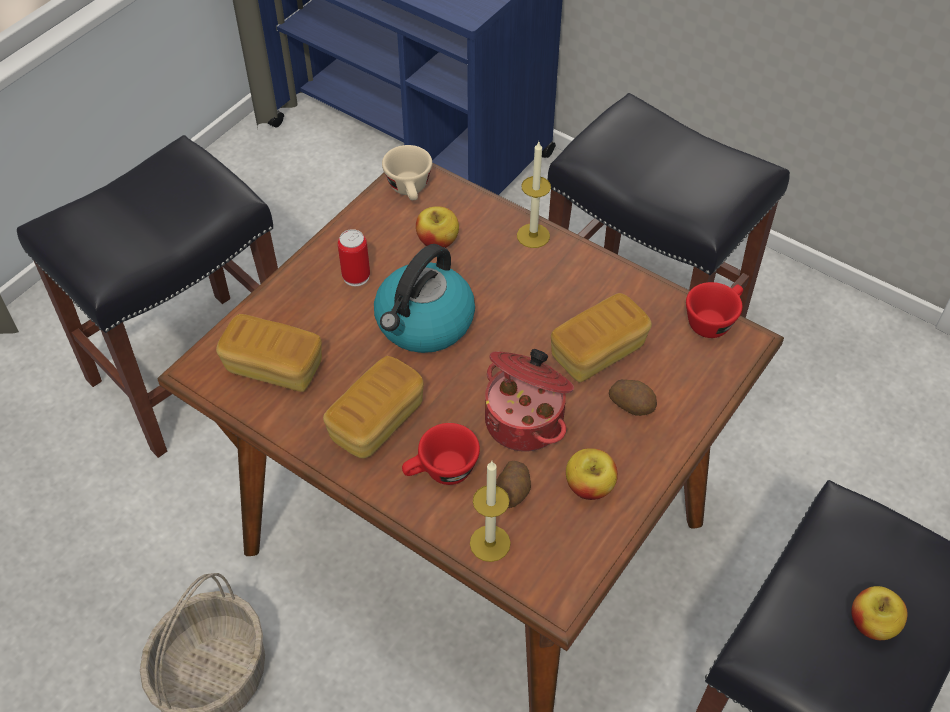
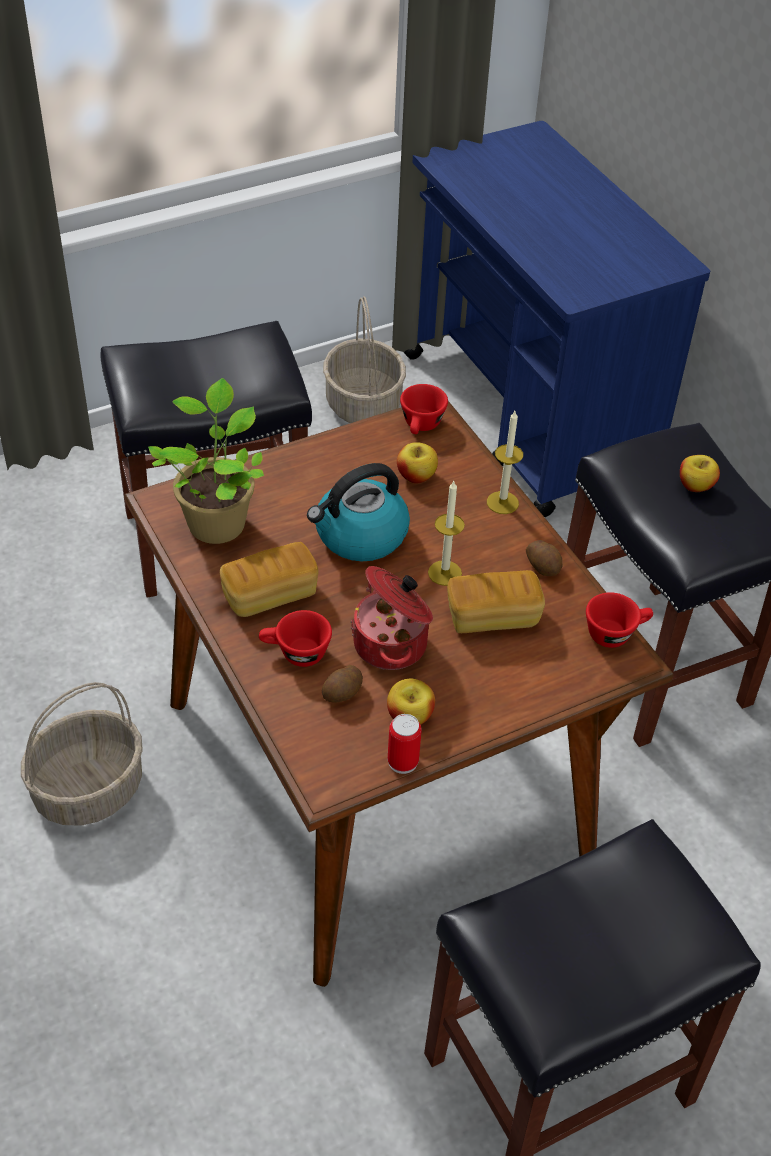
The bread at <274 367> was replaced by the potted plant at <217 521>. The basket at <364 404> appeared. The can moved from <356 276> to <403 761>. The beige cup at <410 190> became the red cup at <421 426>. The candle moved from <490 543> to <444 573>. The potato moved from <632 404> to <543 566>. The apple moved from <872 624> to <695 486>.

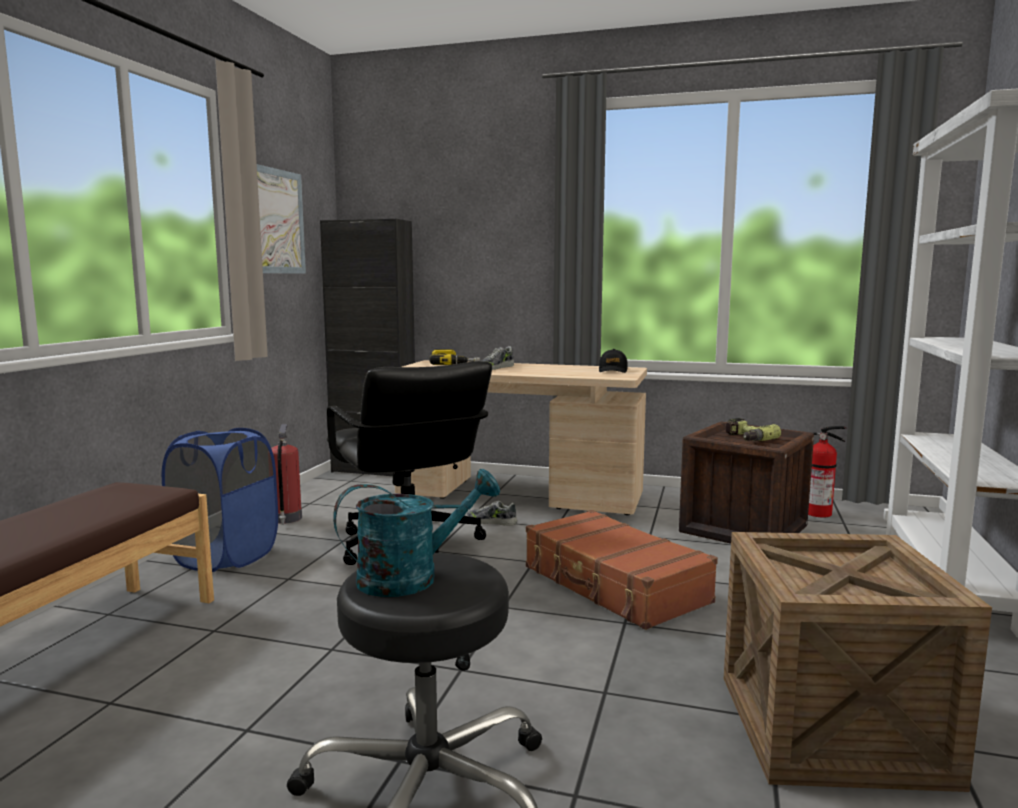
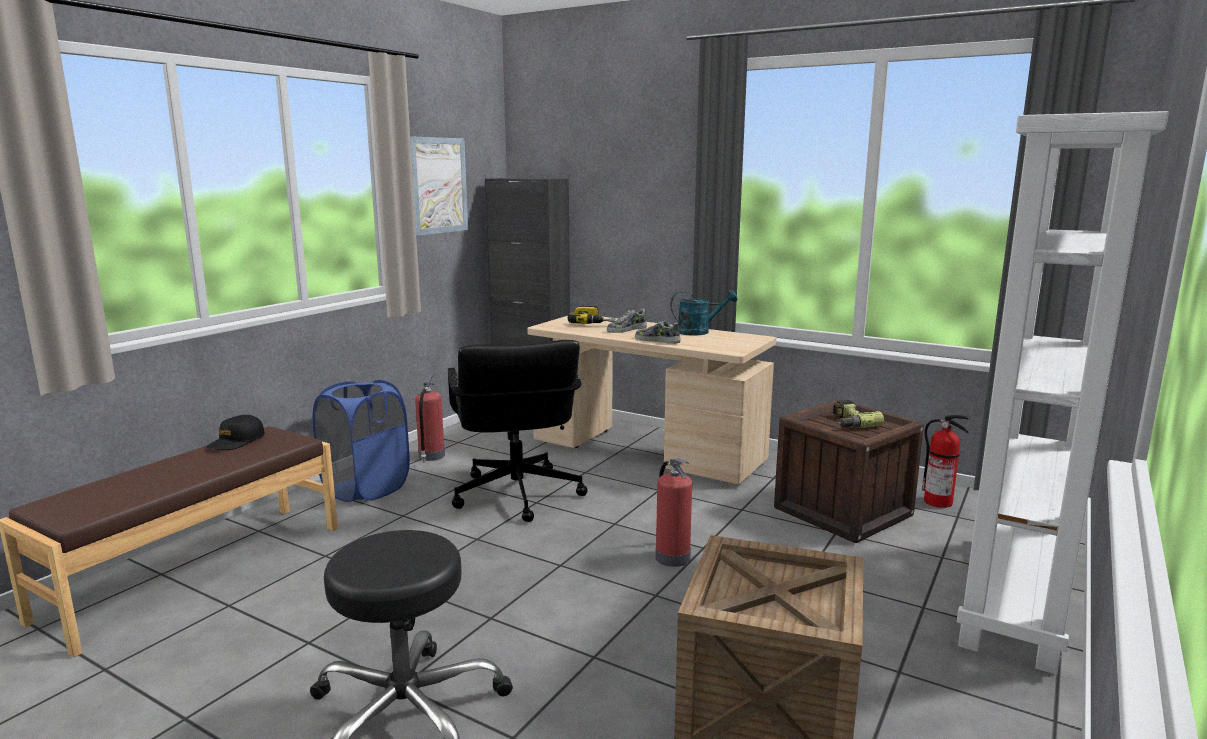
The black cap moved from <613 370> to <236 441>. The shoe moved from <491 522> to <657 340>. The brown suitcase at <614 585> was replaced by the fire extinguisher at <671 557>. The turquoise watering can moved from <412 577> to <699 332>.

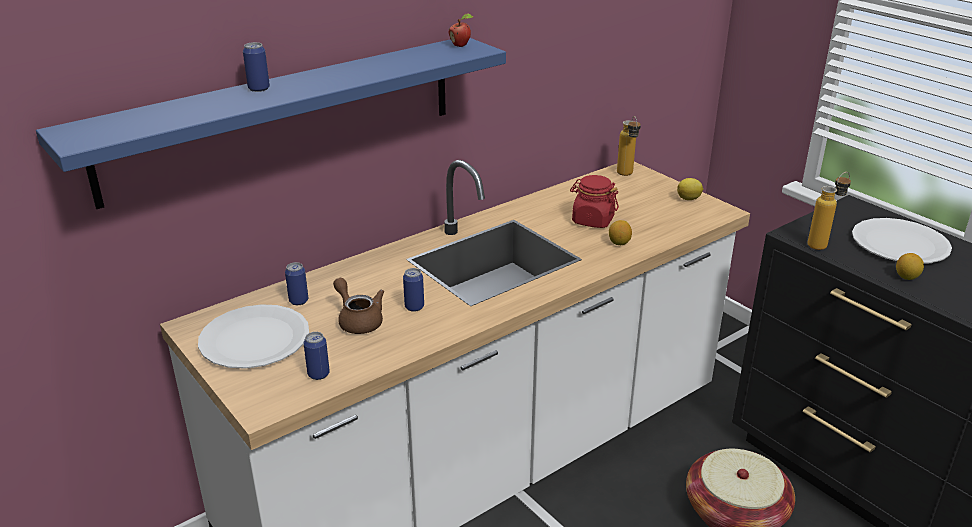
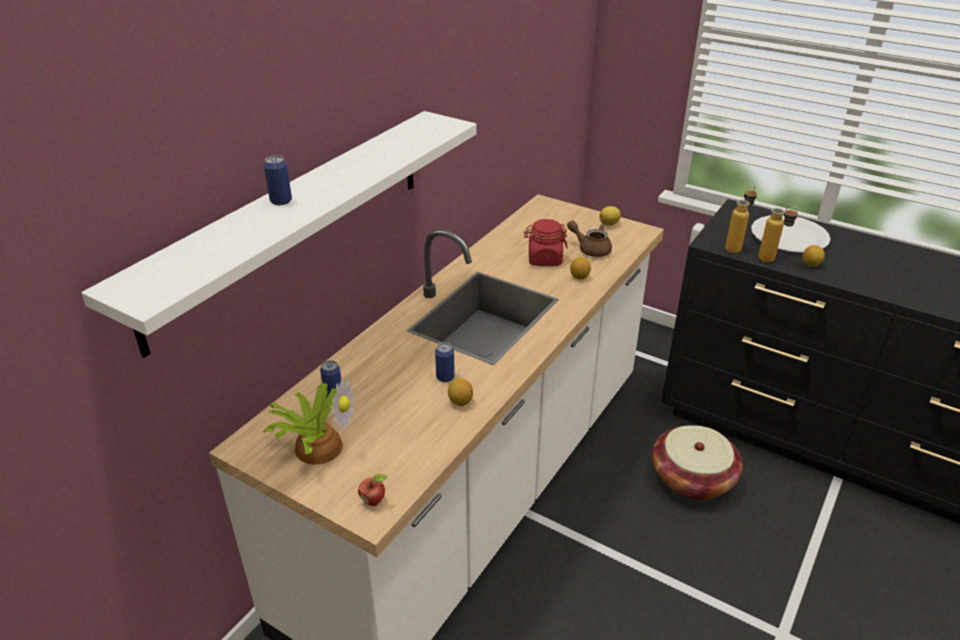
The blue shelf at <284 116> became the white shelf at <293 221>. The white plate at <254 339> was replaced by the potted plant at <317 445>. The apple moved from <461 45> to <374 501>. The lemon at <460 402> appeared. The brown teapot moved from <358 320> to <590 249>. The bottle moved from <626 175> to <771 261>. The can at <318 374> disappeared.

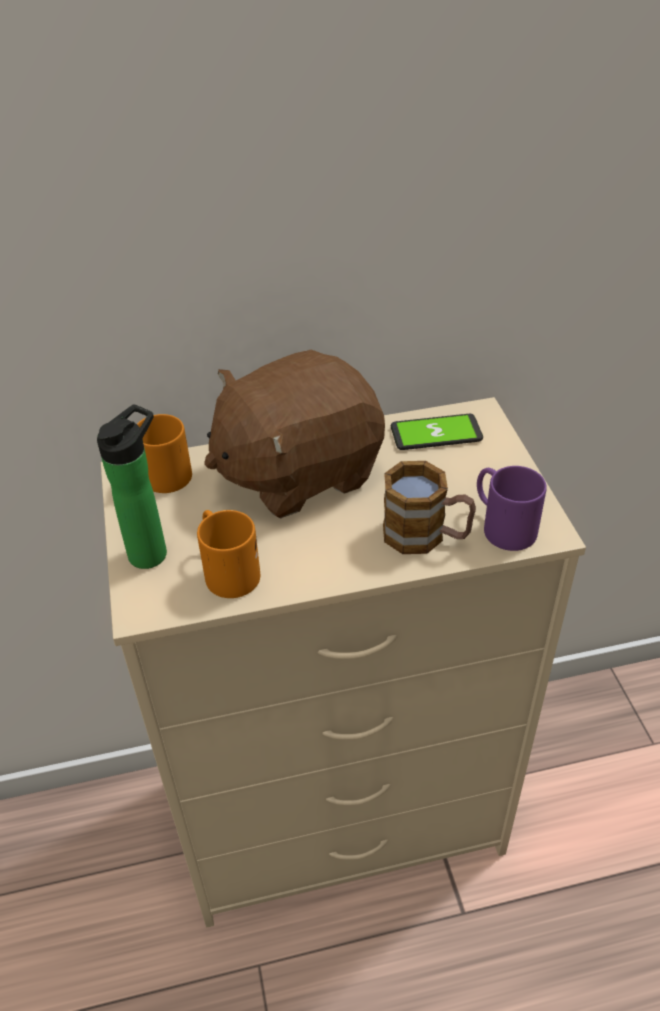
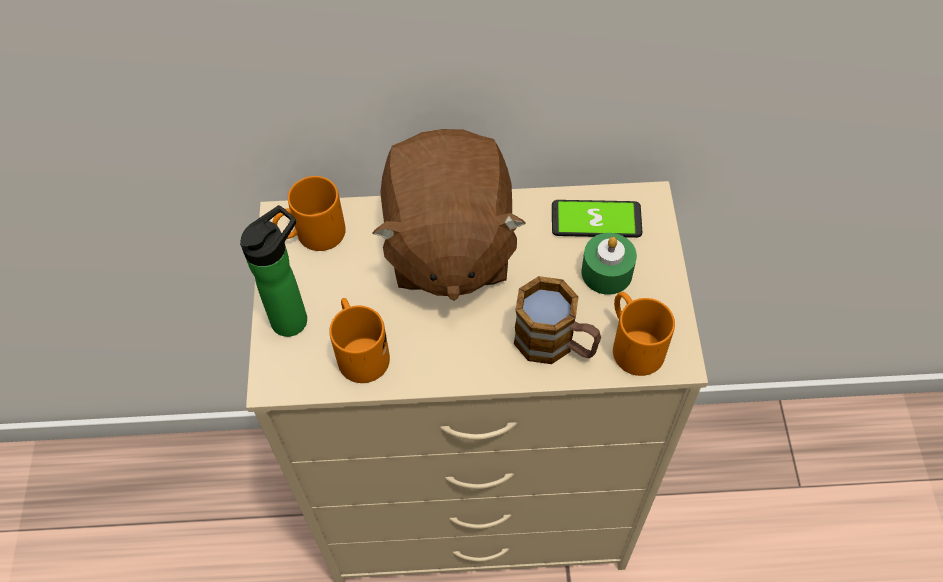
The brown plush toy at <297 472> turned 75 degrees counterclockwise. The green candle at <606 272> appeared. The purple mug at <501 525> became the orange mug at <631 343>.

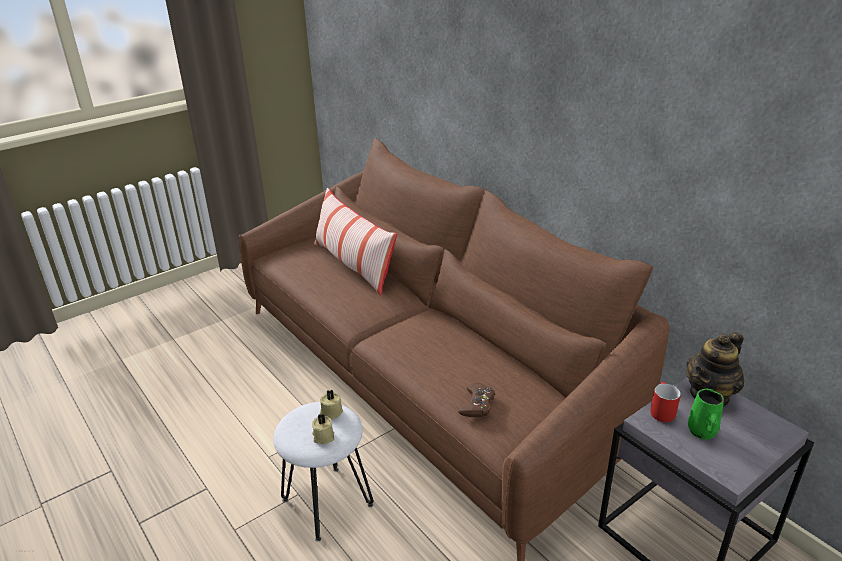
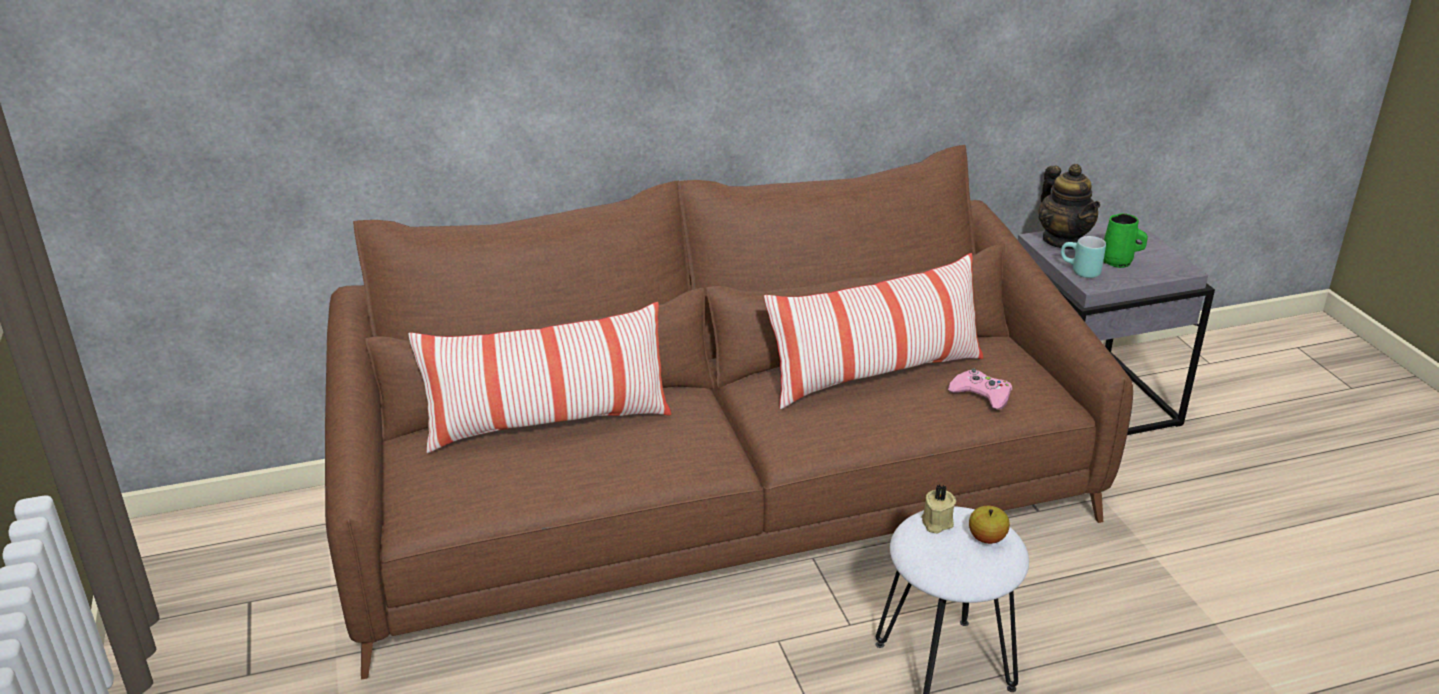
The pillow at <875 374> appeared. The brown game controller at <477 404> became the pink game controller at <981 394>. The beige candle at <323 436> was replaced by the apple at <987 538>. The red mug at <659 411> became the turquoise mug at <1079 272>.

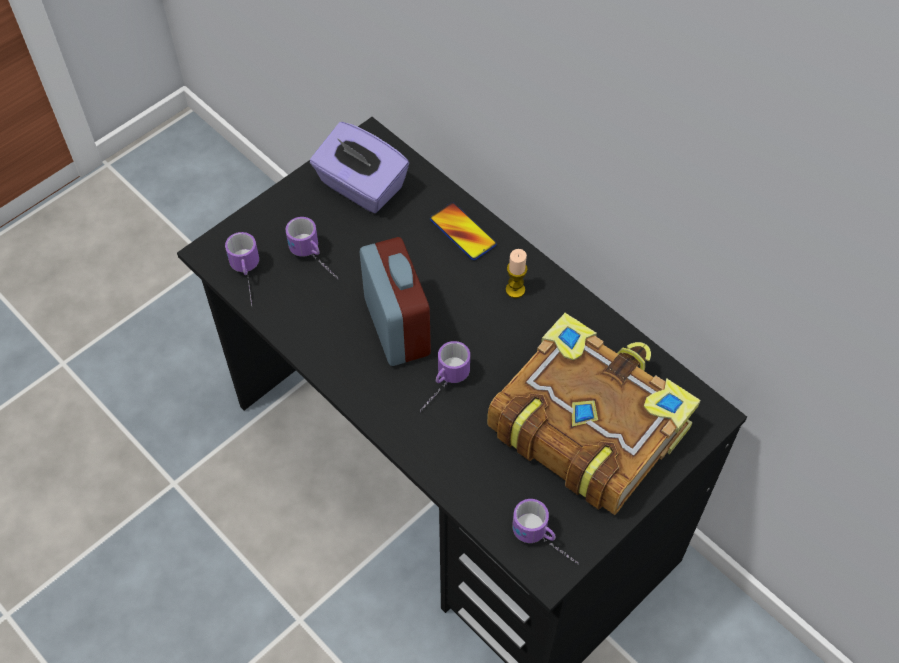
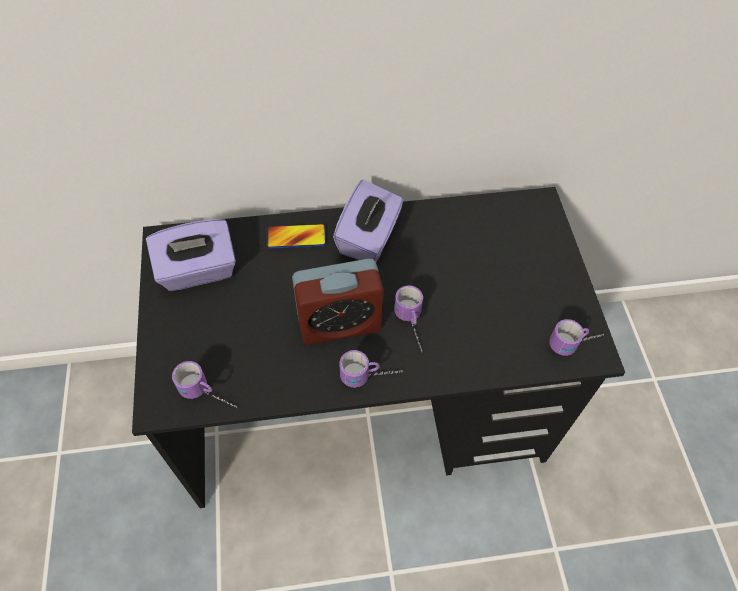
The alarm clock at <397 327> turned 150 degrees clockwise. The candle at <515 290> was replaced by the purple tissue box at <369 238>. The mug moved from <316 261> to <371 377>. The book at <586 425> disappeared.

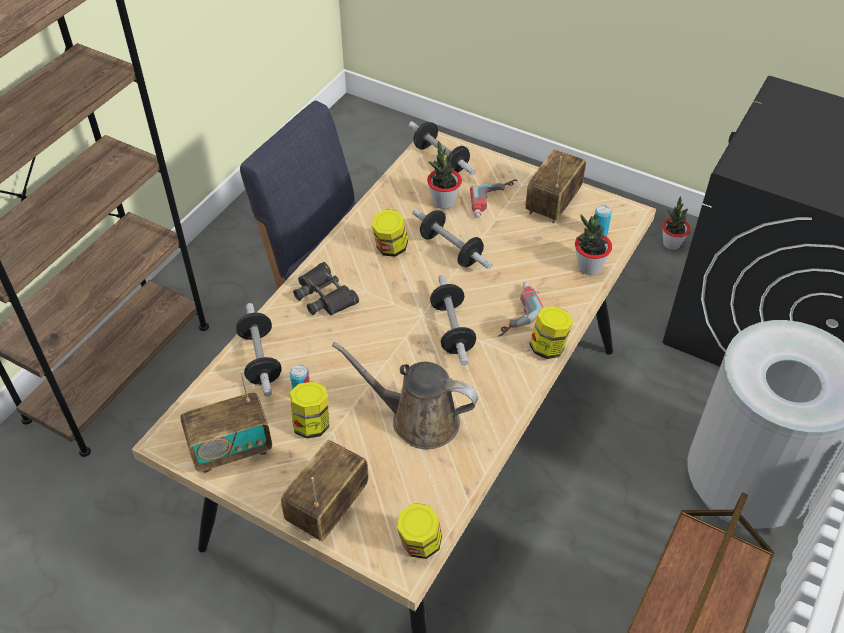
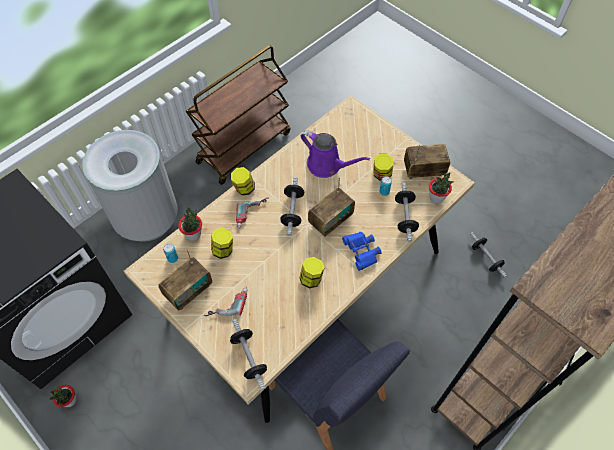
The jar moved from <420 544> to <223 250>. The brown watering can at <418 419> became the purple watering can at <327 165>. The radio moved from <328 507> to <330 220>. The black binoculars at <325 295> became the blue binoculars at <361 251>. The potted plant moved from <443 202> to <436 198>. The dumbbell moved from <451 250> to <485 258>.

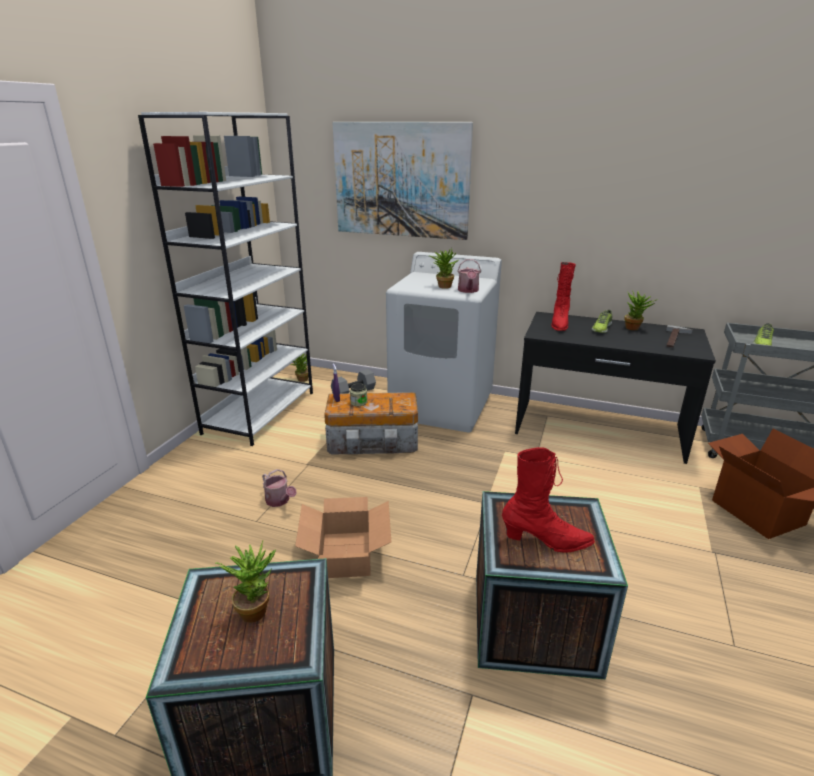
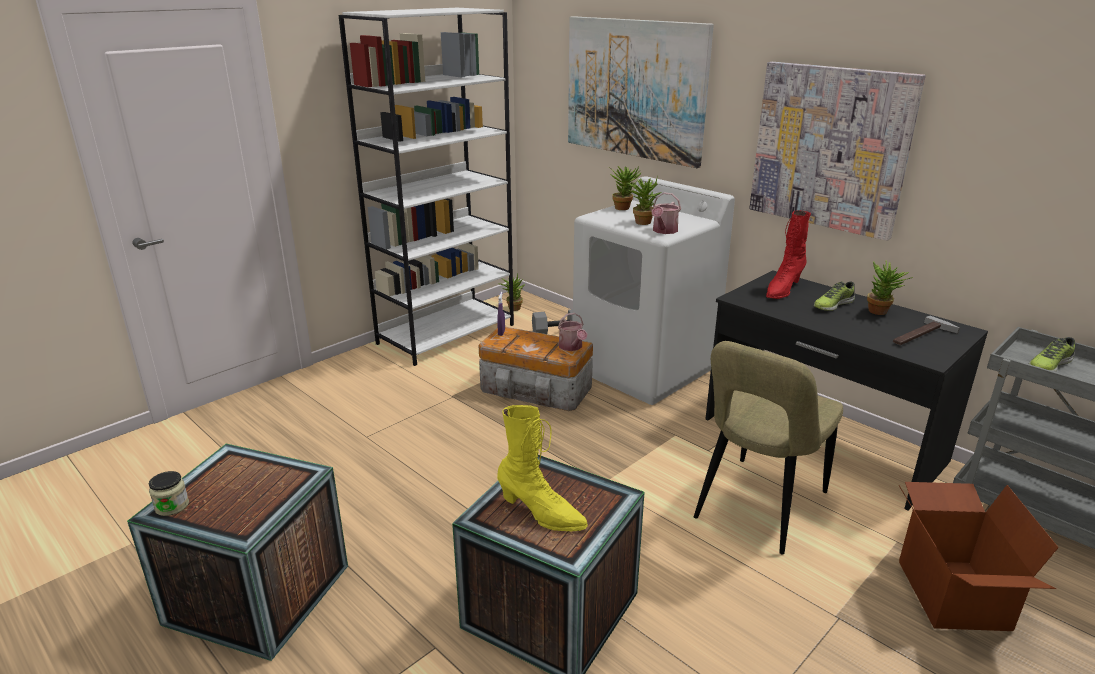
The jar moved from <358 402> to <172 506>. The red boot at <546 541> became the yellow boot at <541 514>. The watering can moved from <279 501> to <572 347>. The potted plant moved from <256 608> to <624 207>. The beige chair at <757 508> appeared. The picture at <830 148> appeared. The cardboard box at <345 555> disappeared.

